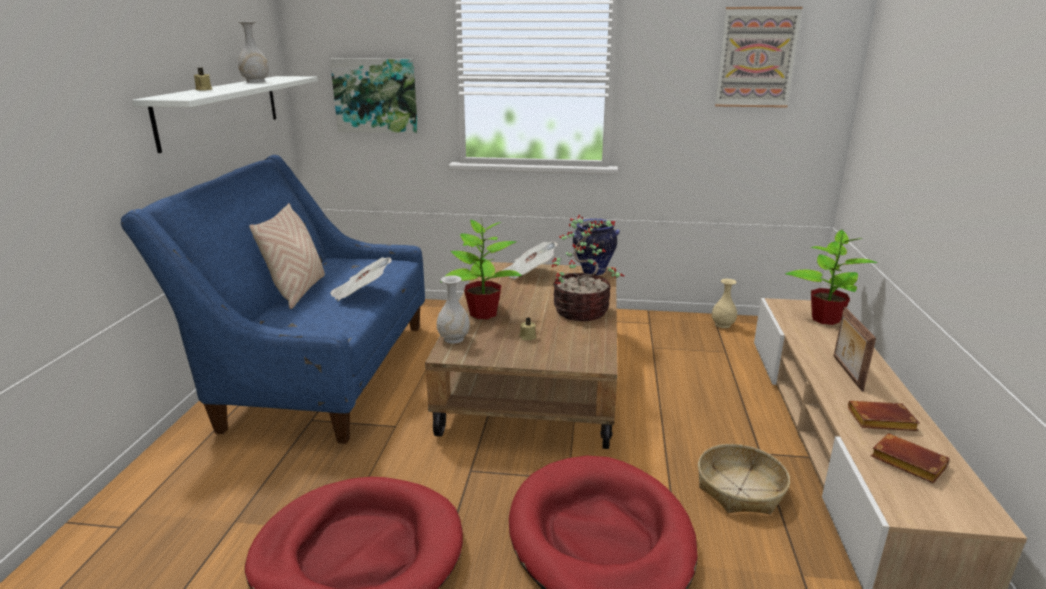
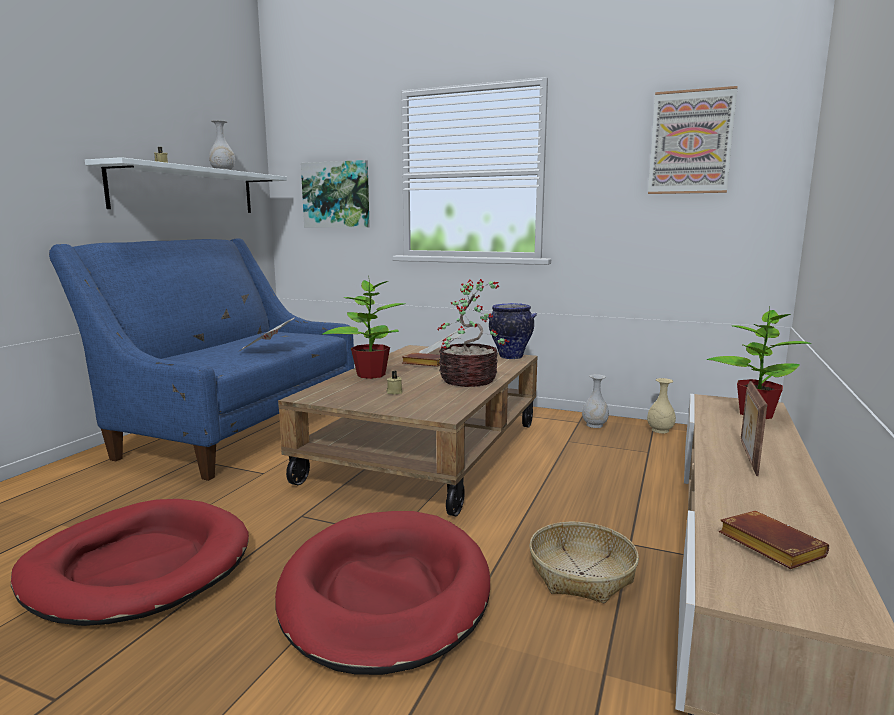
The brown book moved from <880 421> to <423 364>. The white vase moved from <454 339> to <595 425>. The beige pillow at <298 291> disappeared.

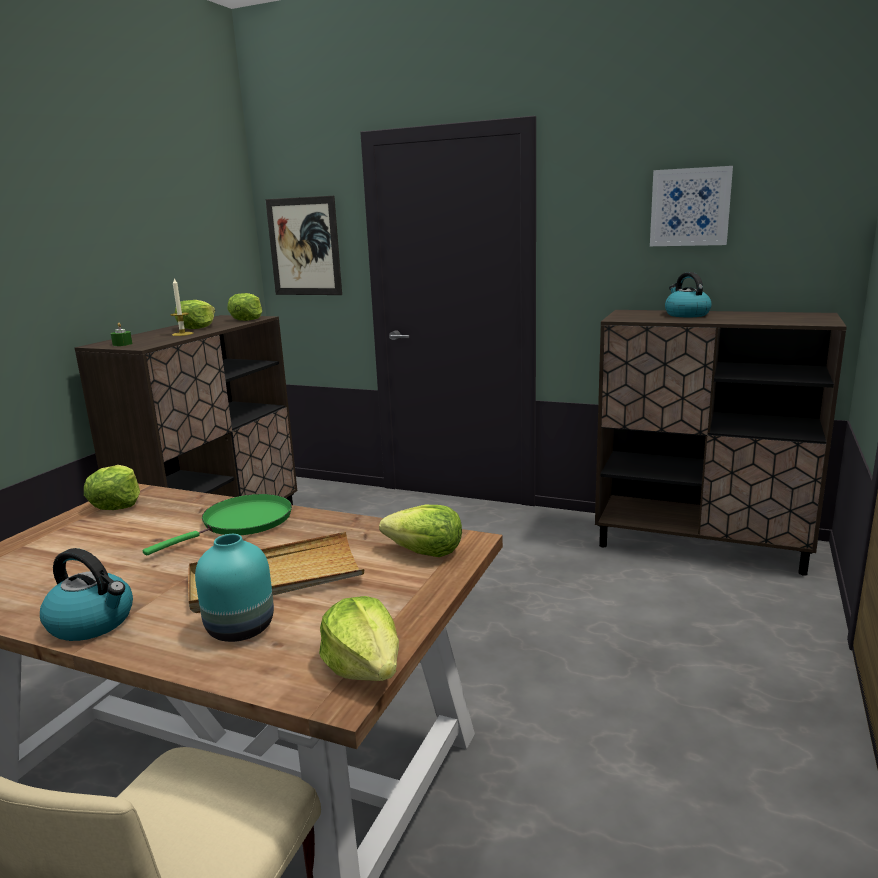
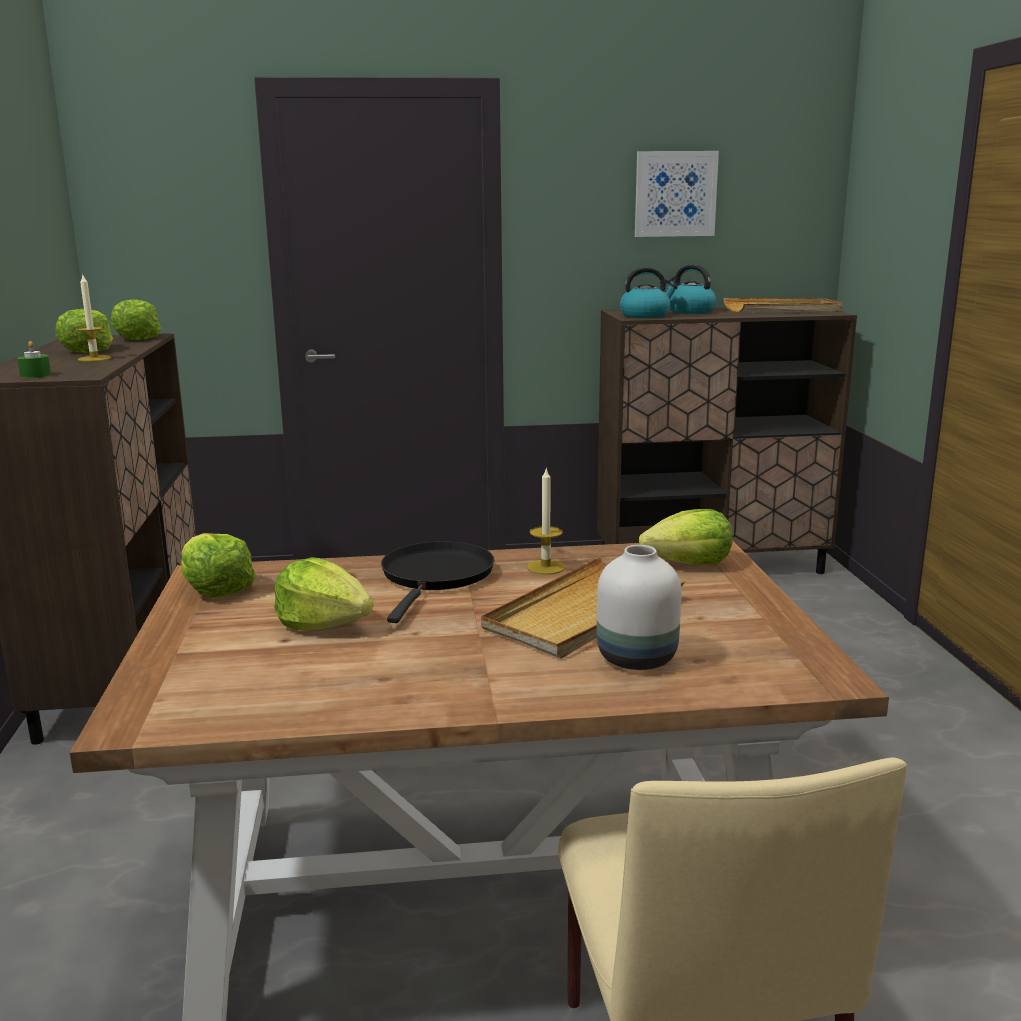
The lettuce moved from <365 667> to <324 623>. The green frying pan at <242 523> became the black frying pan at <436 577>. The candle at <546 567> appeared. The turquoise vase at <240 630> became the white vase at <638 659>. The kettle moved from <93 622> to <645 315>. The beige tray at <782 310> appeared. The picture at <304 247> disappeared.

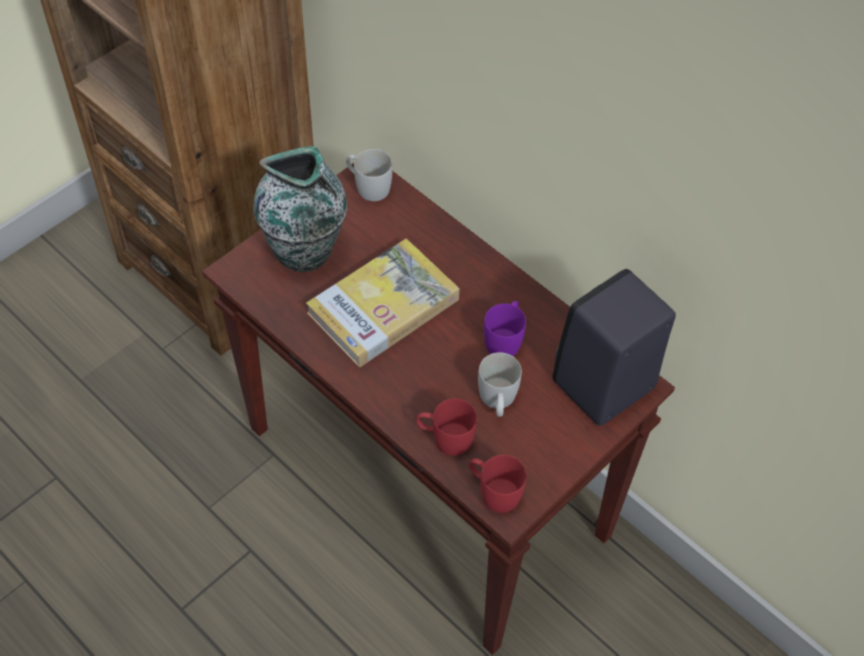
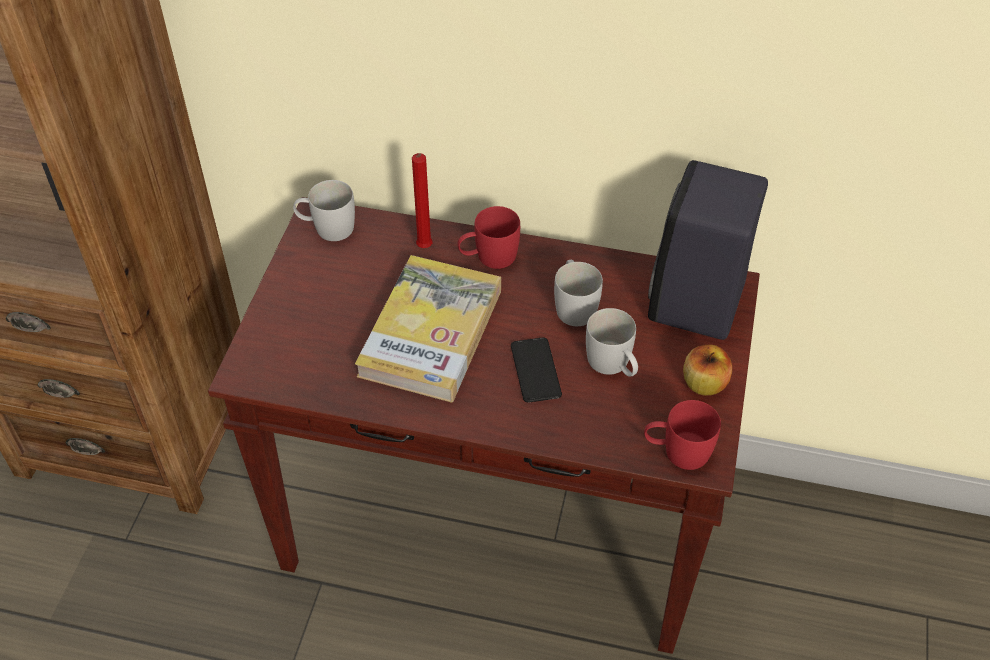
The red candle at <424 249> appeared. The red mug moved from <445 438> to <488 257>. The phone at <535 370> appeared. The purple mug at <505 338> became the white mug at <574 305>. The apple at <704 384> appeared. The vase at <305 251> disappeared.

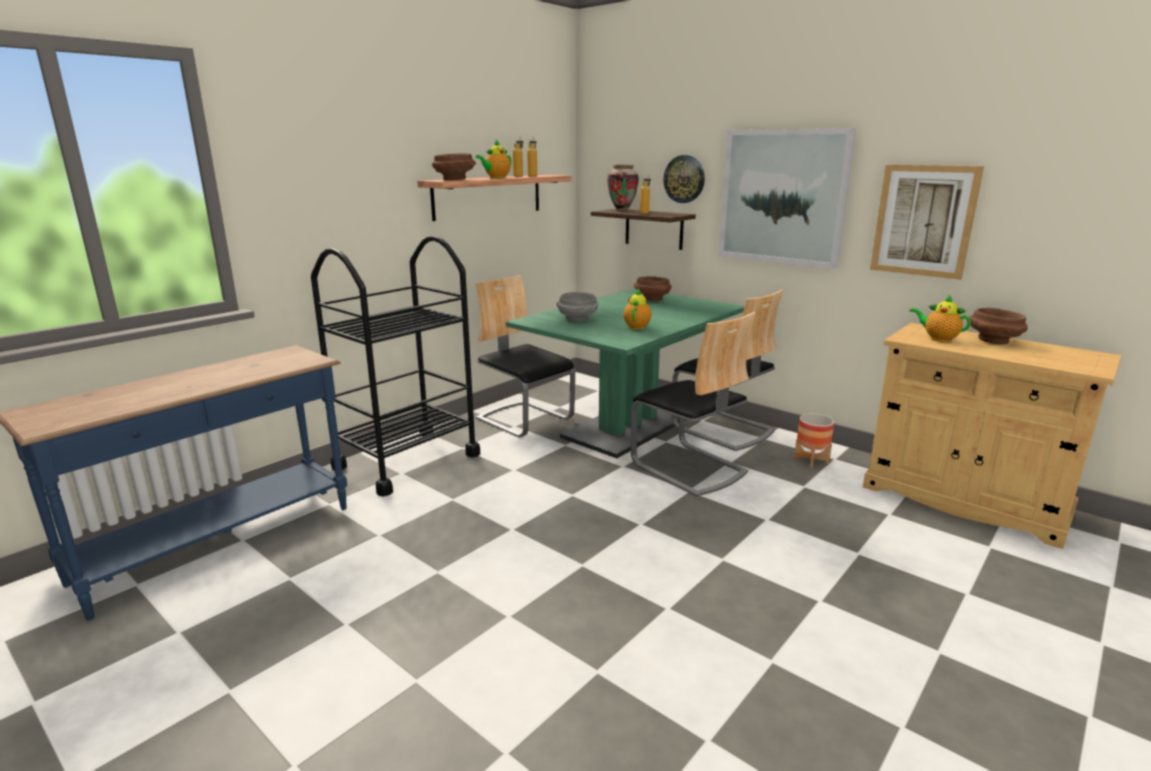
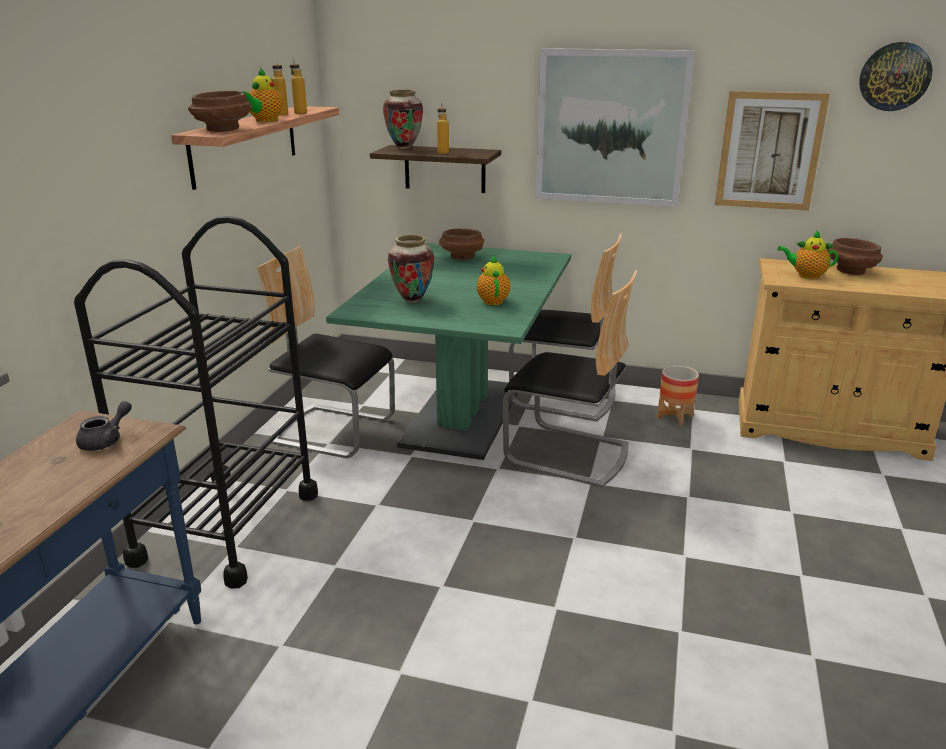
The grey teapot at <106 441> appeared. The grey bowl at <578 319> was replaced by the vase at <412 300>. The wall clock moved from <684 179> to <894 76>.

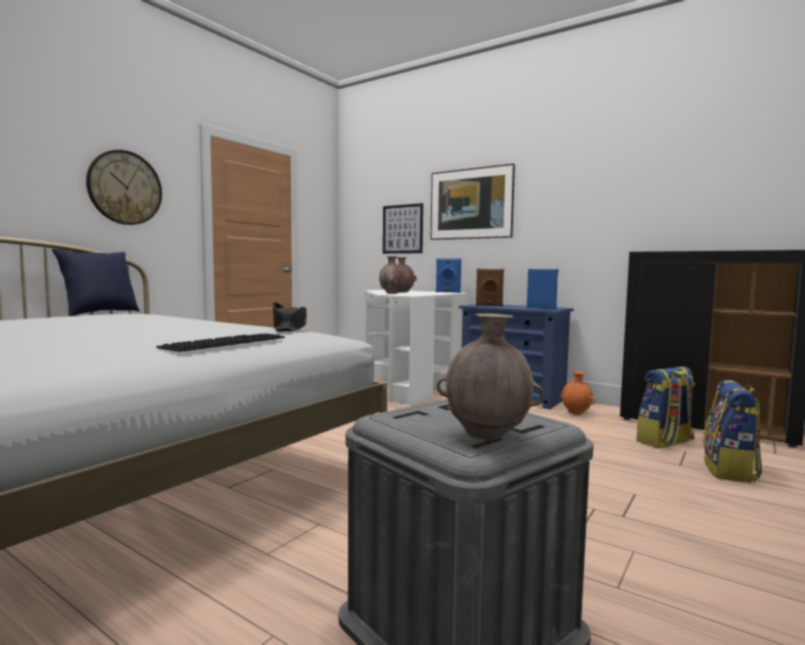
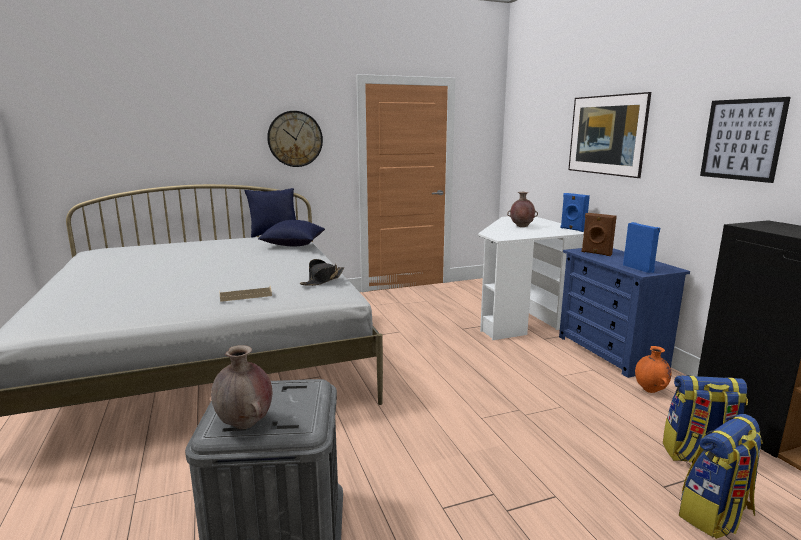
The keyboard at <225 342> was replaced by the beige tray at <246 296>. The blue pillow at <293 245> appeared. The picture moved from <402 229> to <742 139>. The brown vase at <392 293> disappeared.

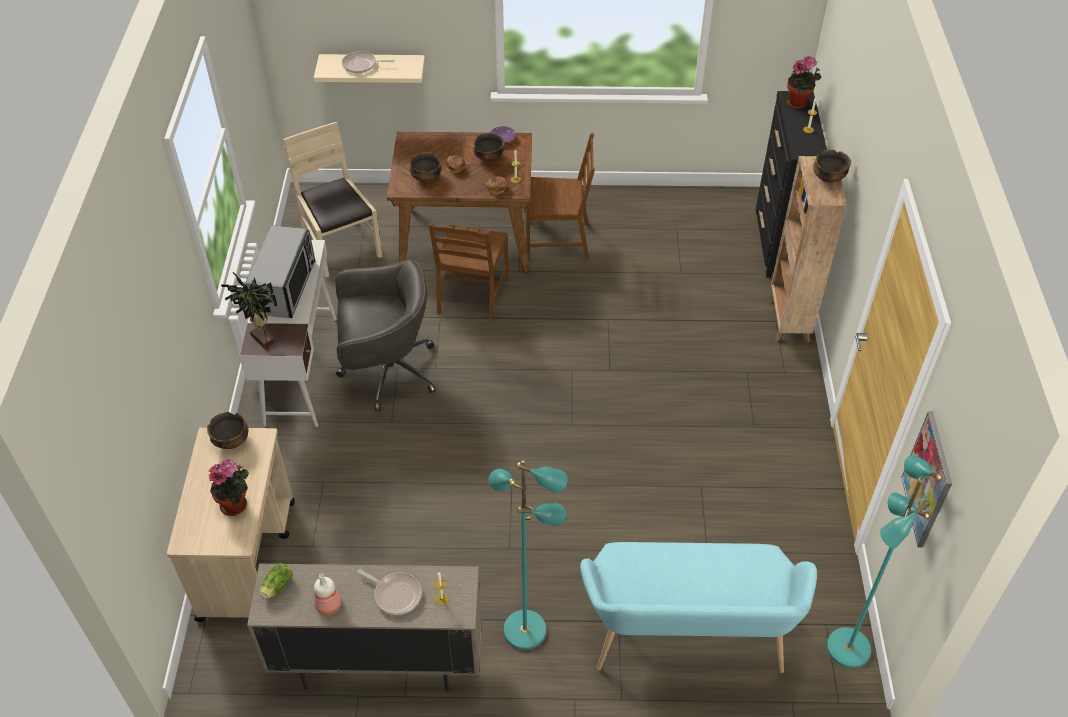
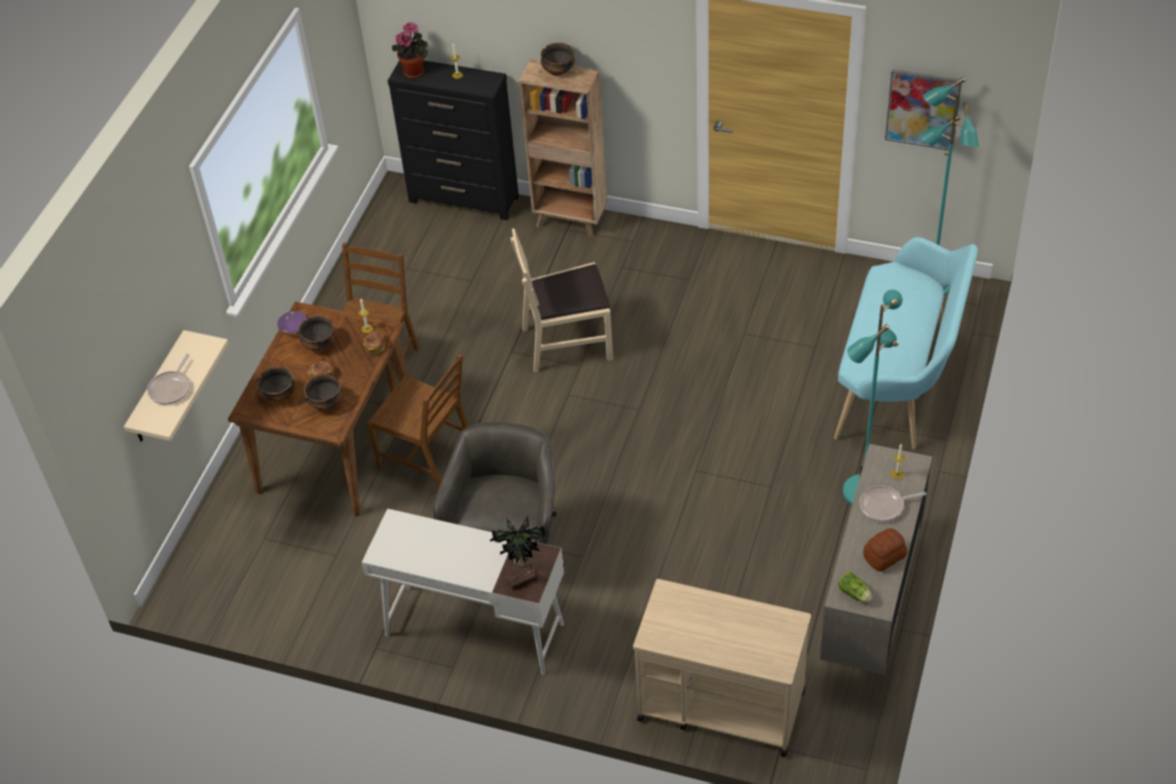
The bowl moved from <232 441> to <279 395>. The beige chair moved from <340 246> to <567 342>. The frying pan at <395 594> turned 150 degrees counterclockwise. The bottle at <328 606> was replaced by the bread at <885 556>. The potted plant at <236 504> disappeared. The microwave at <285 287> disappeared.

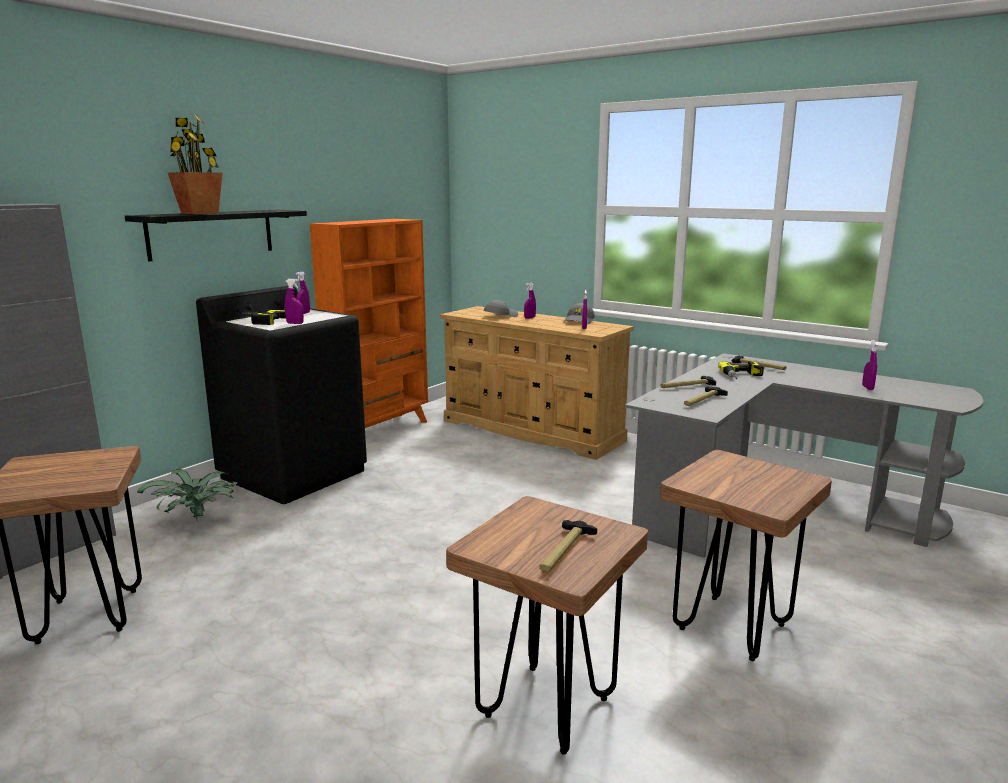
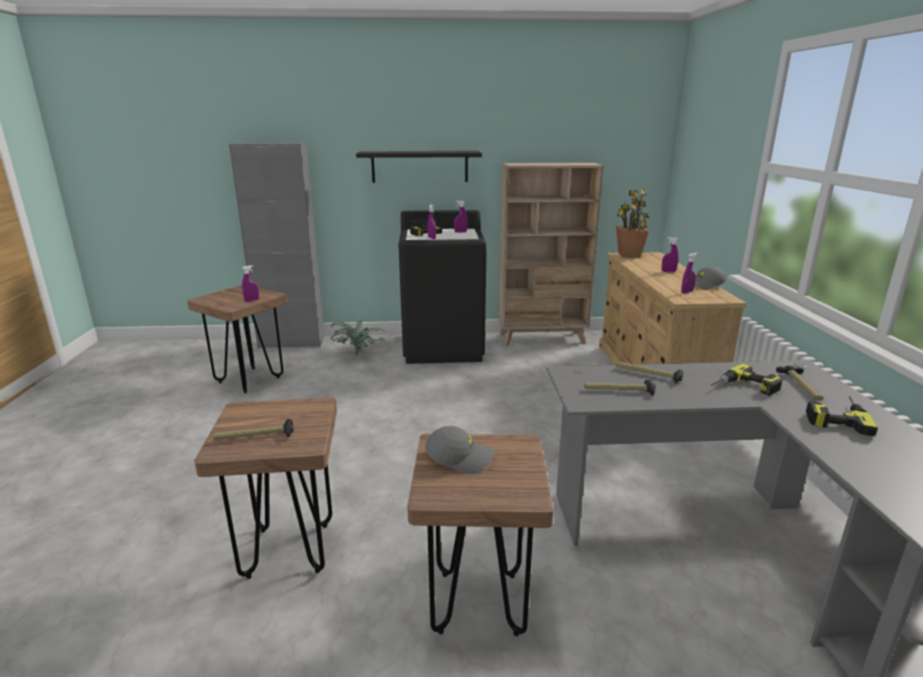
The purple spray bottle moved from <867 388> to <252 300>. The grey cap moved from <500 316> to <460 457>. The orange bookcase at <380 430> became the beige bookcase at <542 338>. The potted plant moved from <200 213> to <629 255>. The power drill at <835 416> appeared.

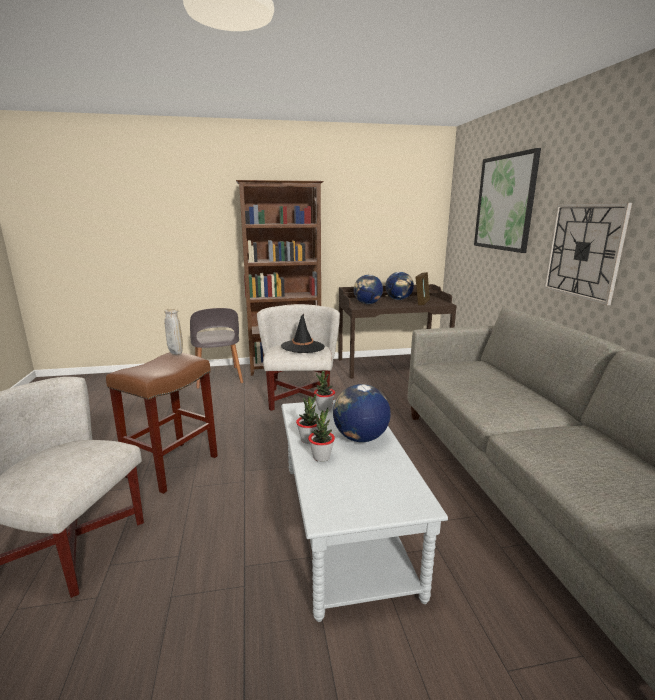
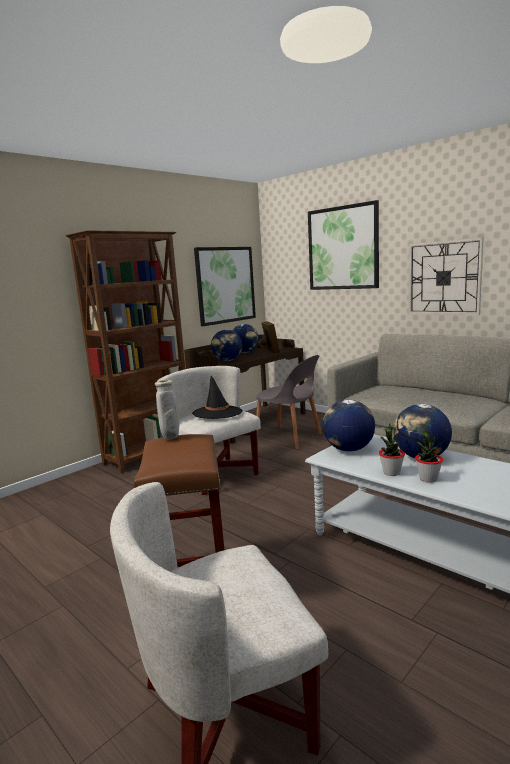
The picture at <225 285> appeared. The grey chair moved from <218 378> to <289 438>. The potted plant at <324 408> was replaced by the globe at <348 449>.

